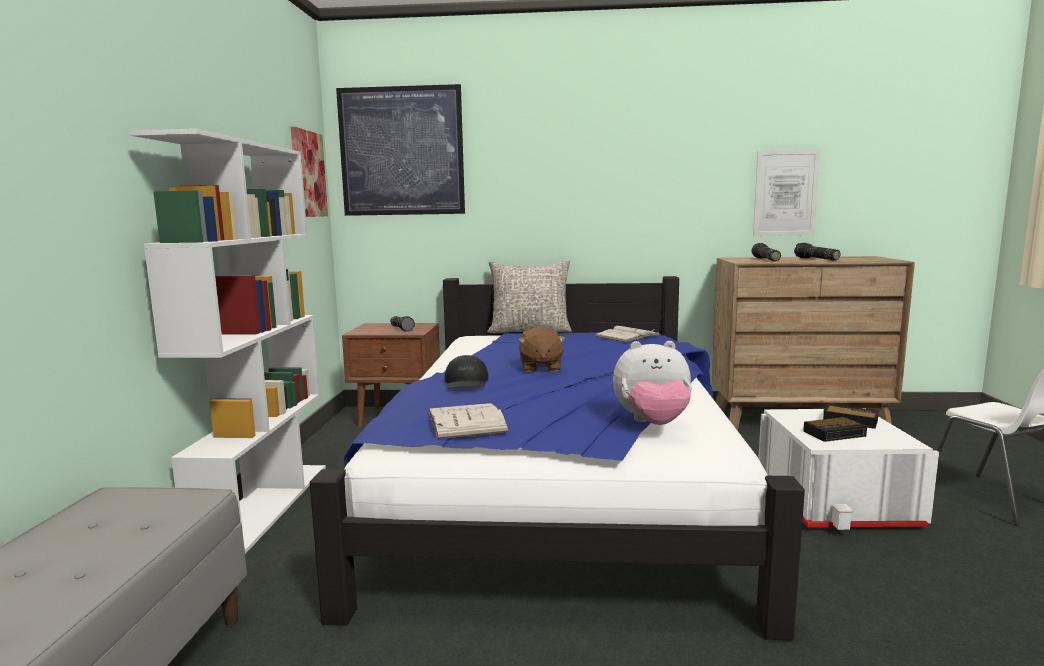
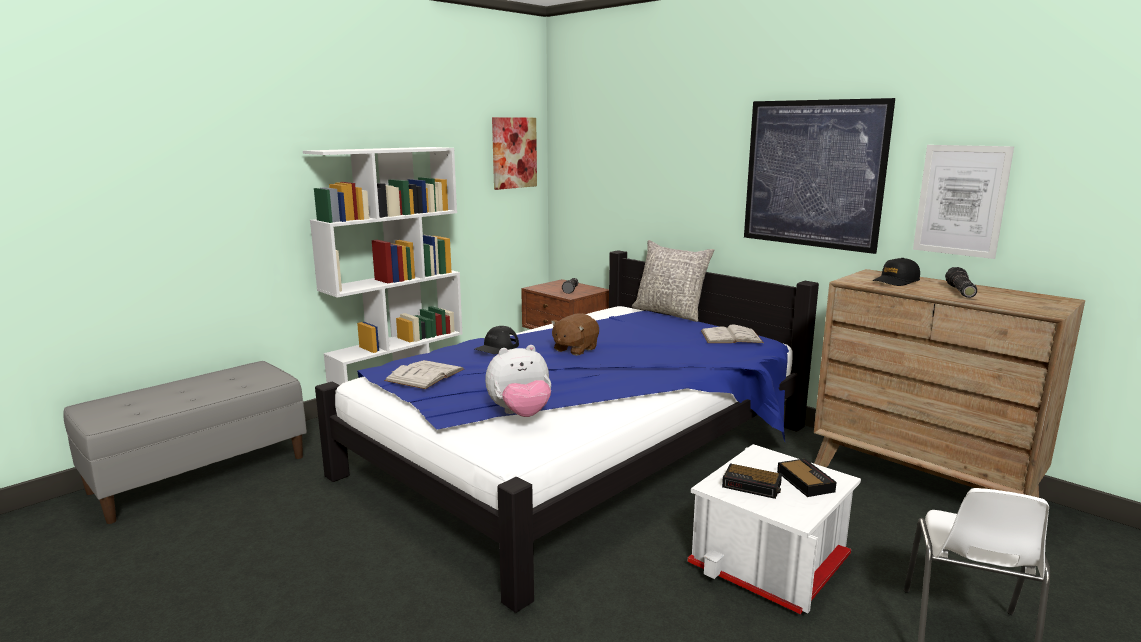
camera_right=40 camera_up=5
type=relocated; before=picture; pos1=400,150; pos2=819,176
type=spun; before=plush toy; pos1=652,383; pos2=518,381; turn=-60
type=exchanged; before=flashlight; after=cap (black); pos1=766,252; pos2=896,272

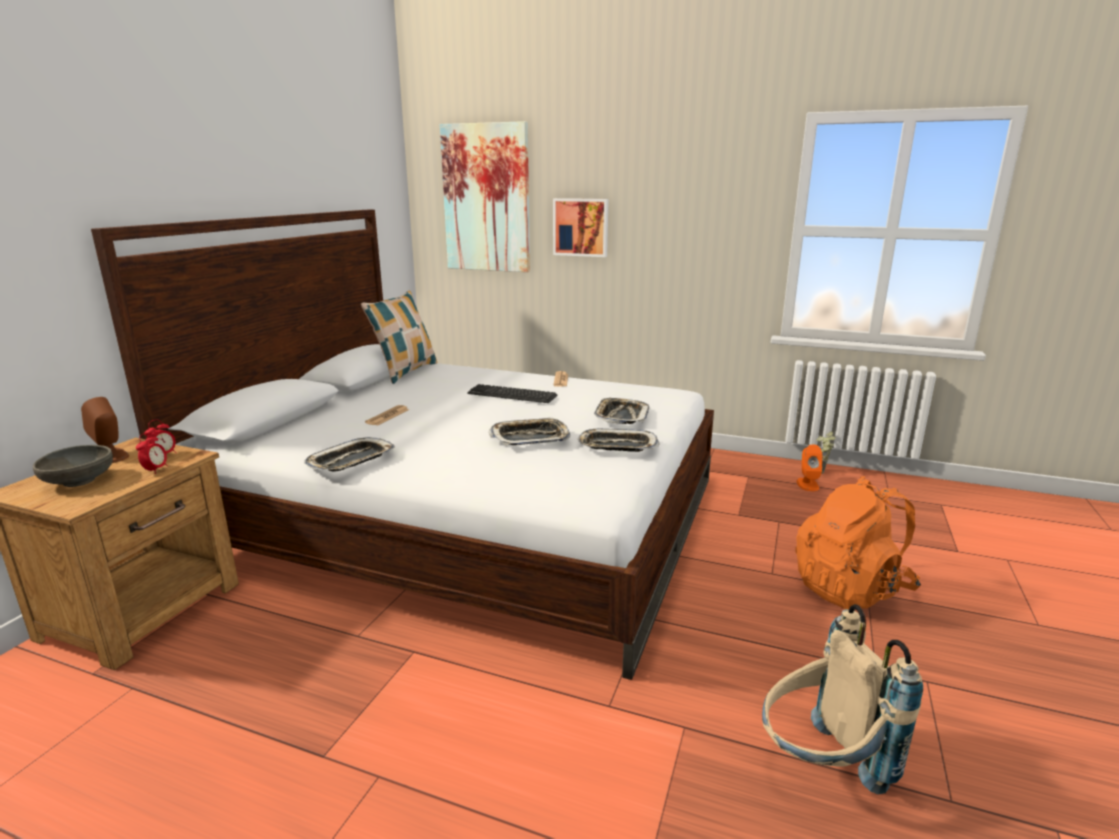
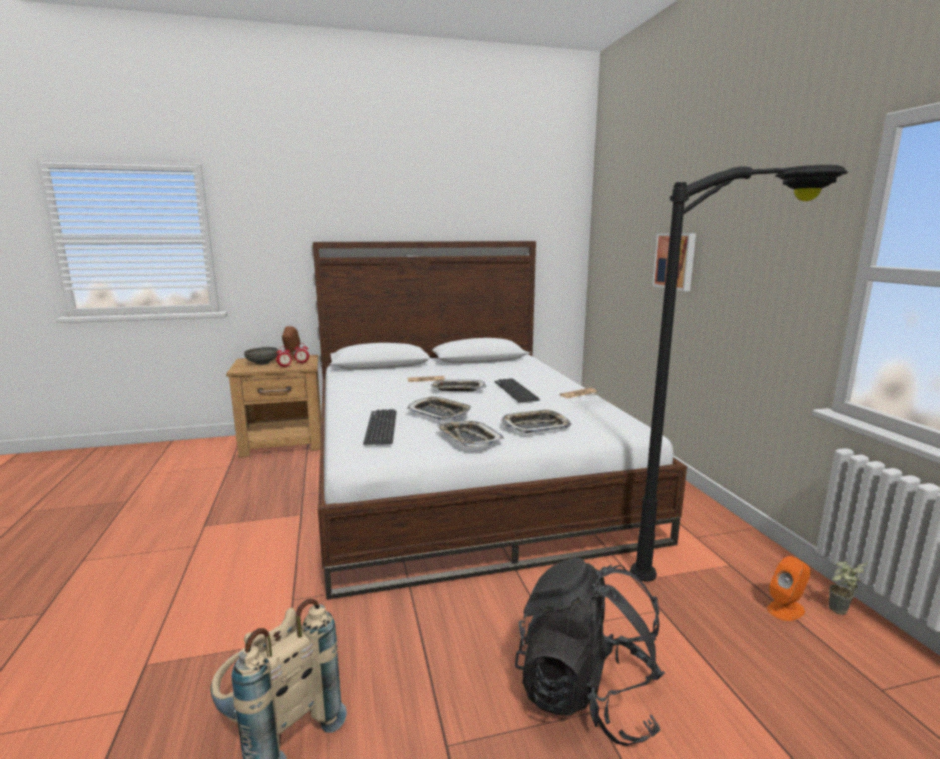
camera_right=55 camera_up=-5
type=relocated; before=tray; pos1=349,454; pos2=458,386
type=missing; before=pillow; pos1=399,337
type=missing; before=picture; pos1=485,196
type=colour; before=backpack (orange); after=backpack (black); pos1=858,542; pos2=590,652
type=appeared; after=keyboard; pos2=380,427
type=appeared; after=floor lamp (black); pos2=739,373

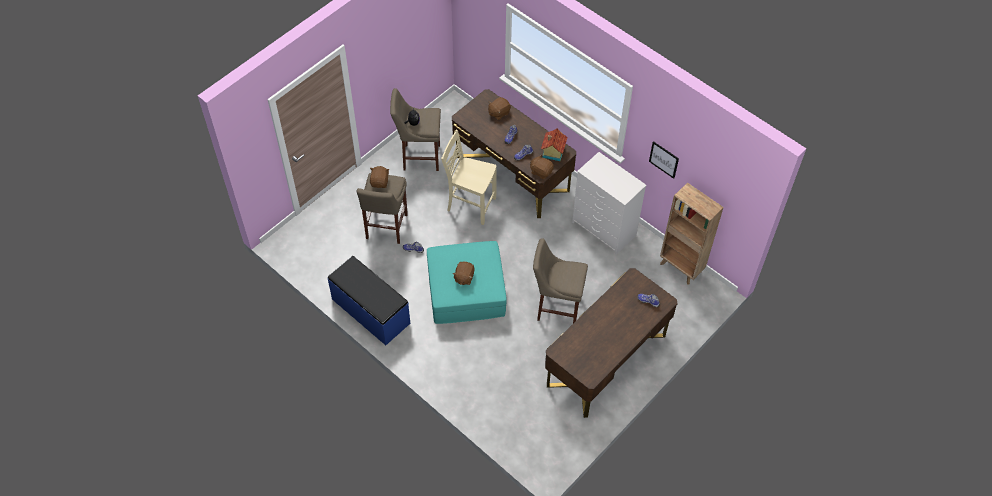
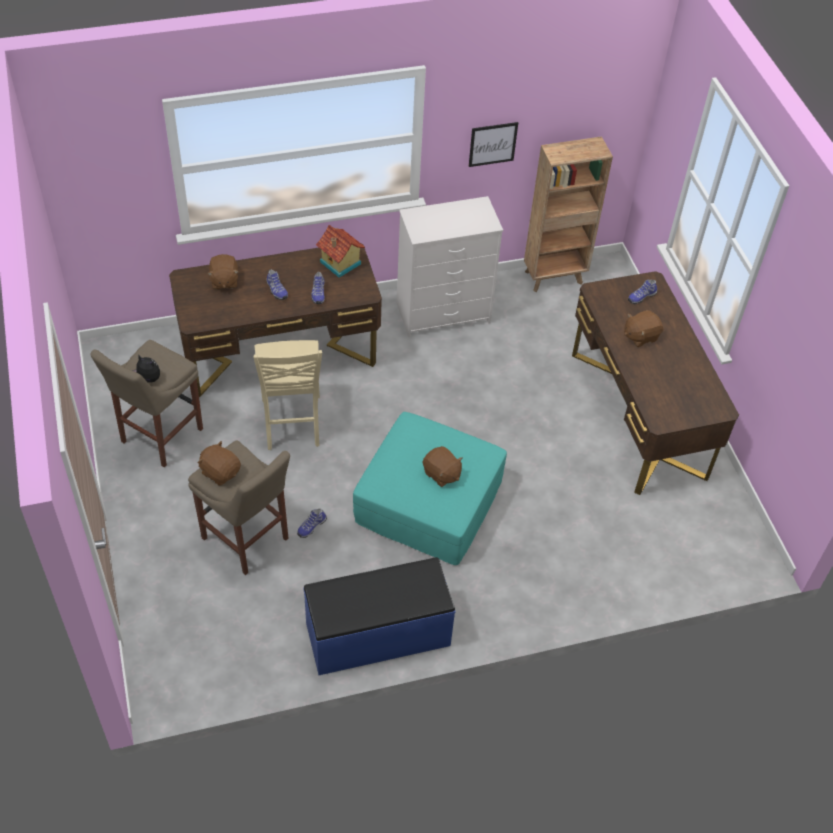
camera_right=-60 camera_up=-5
type=spun; before=chair (beige); pos1=468,177; pos2=287,395; turn=-60
type=relocated; before=plush toy (brown); pos1=542,166; pos2=643,328
type=missing; before=stool (beige); pos1=560,280

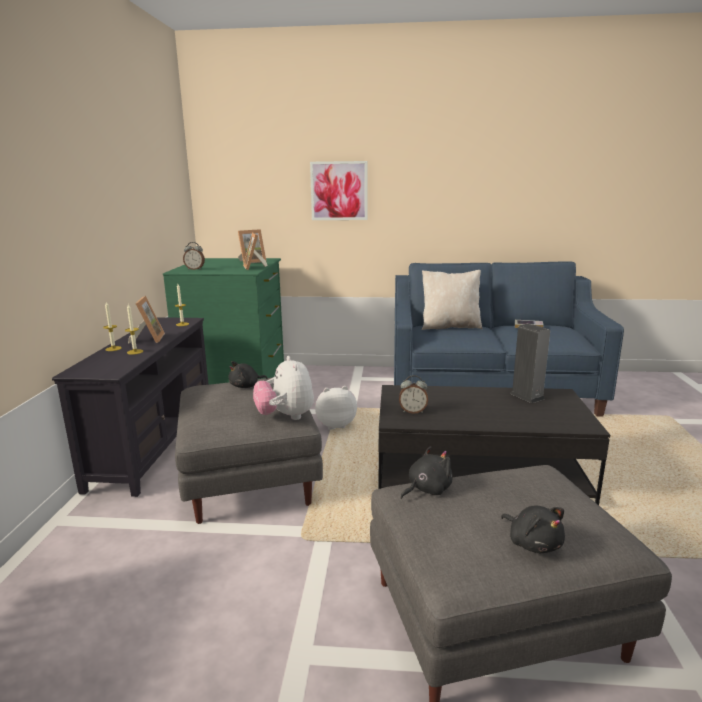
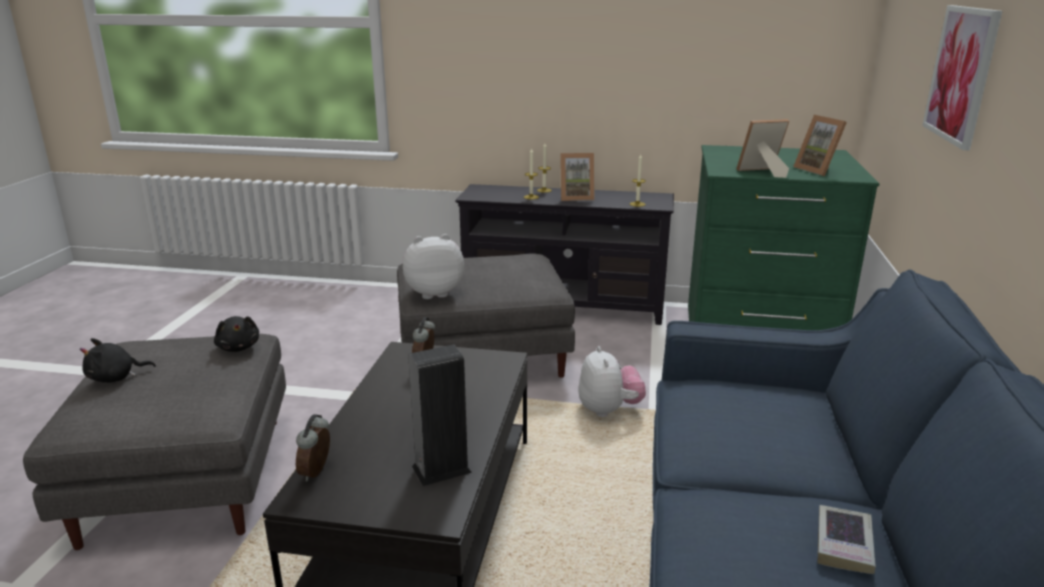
camera_right=95 camera_up=5
type=relocated; before=alarm clock; pos1=194,256; pos2=313,448
type=missing; before=plush toy (black); pos1=248,374
type=missing; before=pillow (beige); pos1=452,300

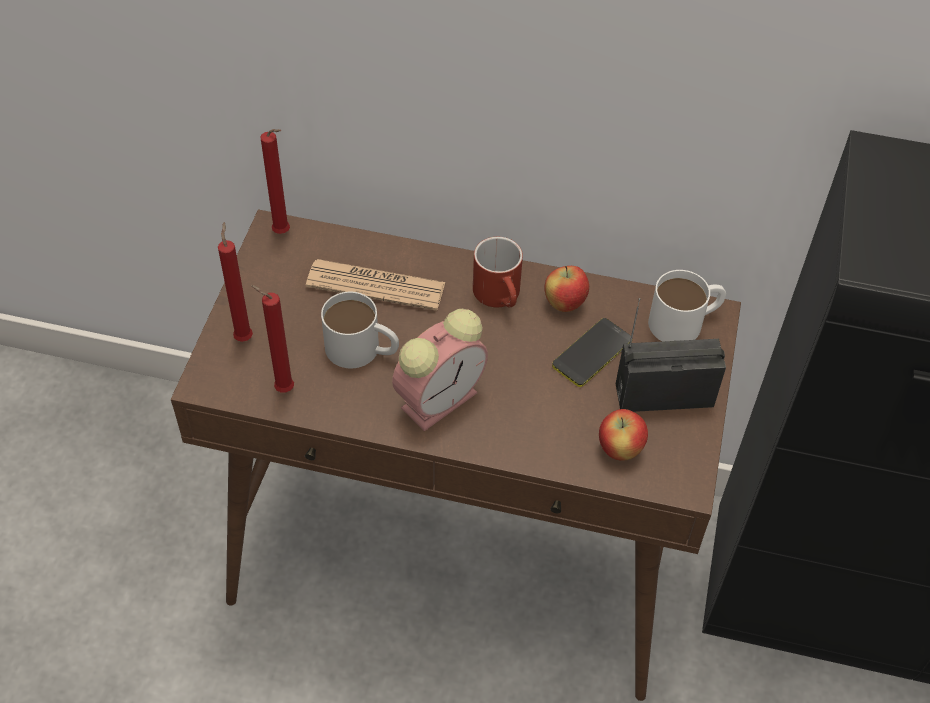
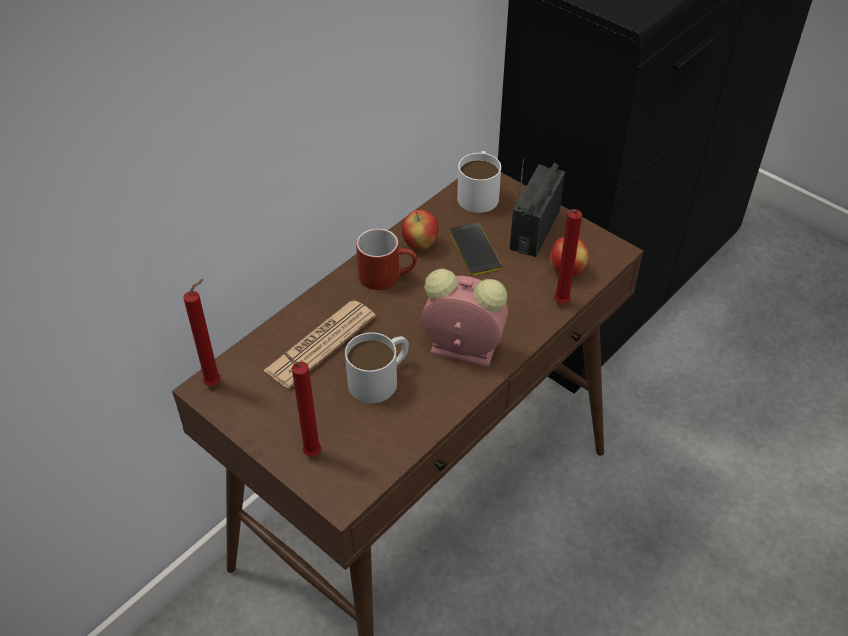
camera_right=-60 camera_up=-5
type=relocated; before=candle (red); pos1=272,338; pos2=568,256
type=spun; before=alarm clock; pos1=440,370; pos2=464,318; turn=-60

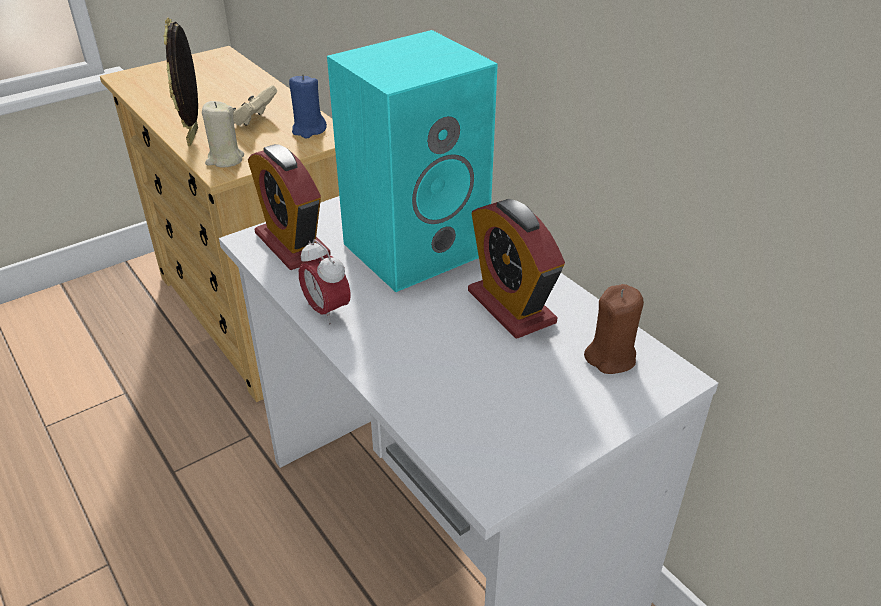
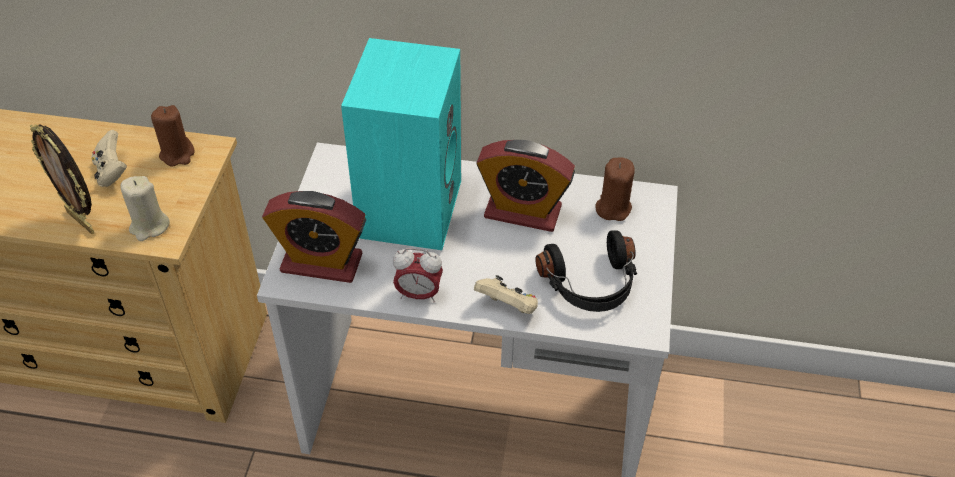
camera_right=-45 camera_up=10
type=colour; before=candle (blue); after=candle (brown); pos1=308,106; pos2=173,136
type=appeared; after=game controller (beige); pos2=506,294
type=appeared; after=headphones (black); pos2=586,271

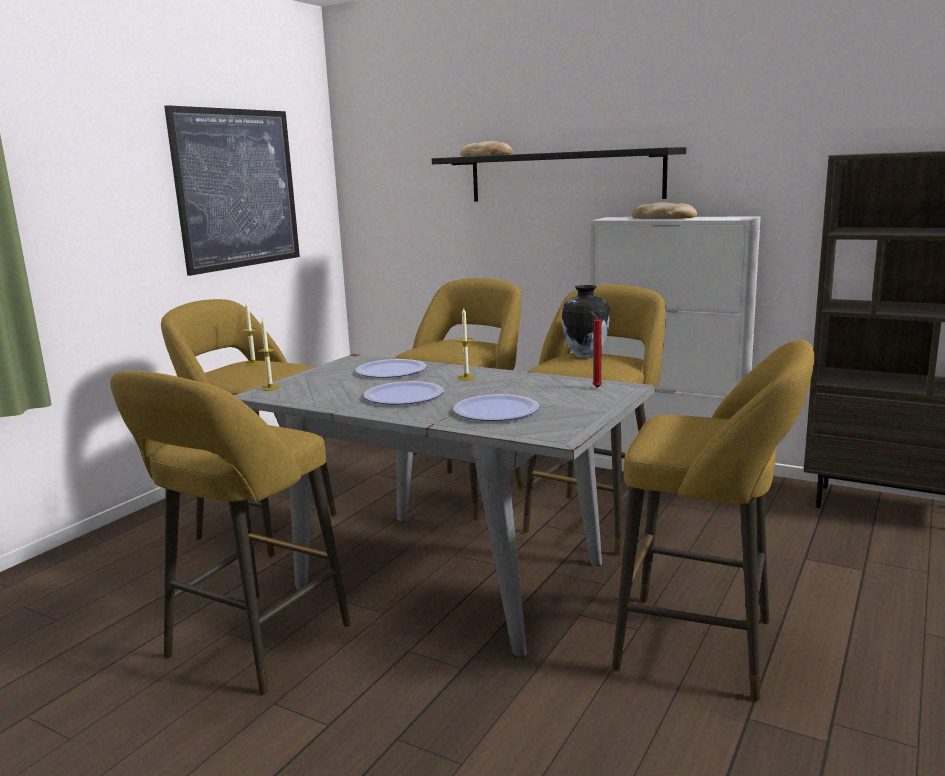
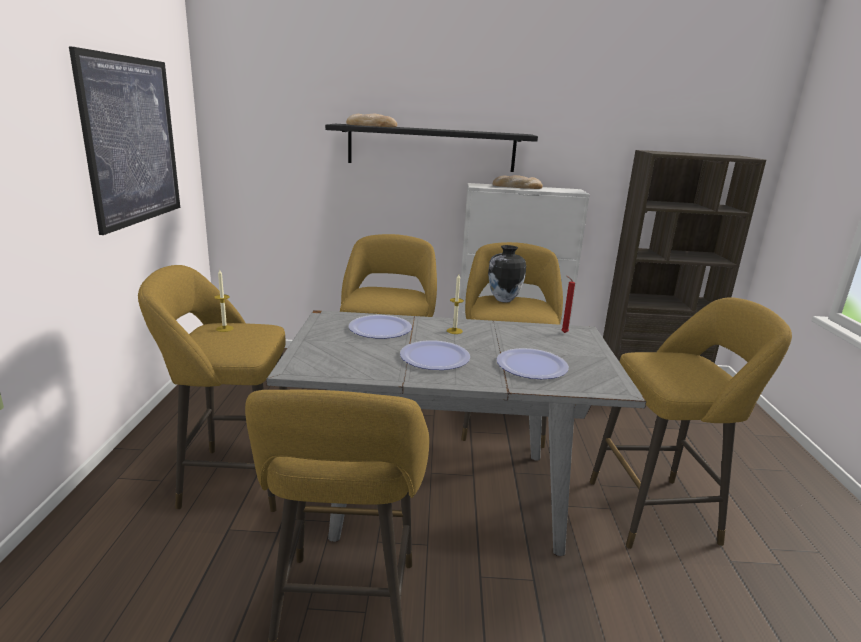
camera_right=-30 camera_up=5
type=missing; before=candle; pos1=269,354

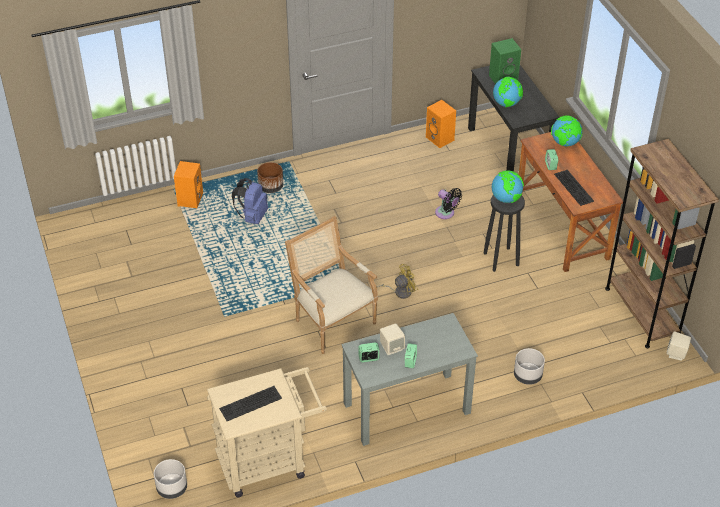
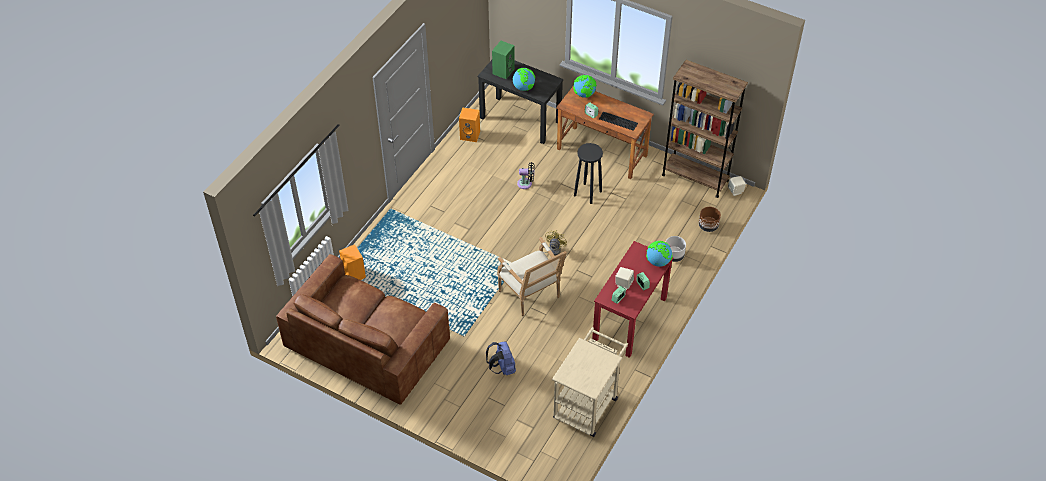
camera_right=-40 camera_up=5
type=missing; before=planter (grey); pos1=170,479
type=missing; before=keyboard; pos1=250,403
type=relocated; before=backpack (blue); pos1=250,201; pos2=501,358
type=relocated; before=planter (brown); pos1=270,177; pos2=710,219
type=spun; before=armchair; pos1=331,285; pos2=532,276; turn=-135
type=colour; before=desk (grey); after=desk (red); pos1=409,379; pos2=632,299
type=relocated; before=globe; pos1=508,186; pos2=659,254
type=appeared; after=sofa (brown); pos2=363,329

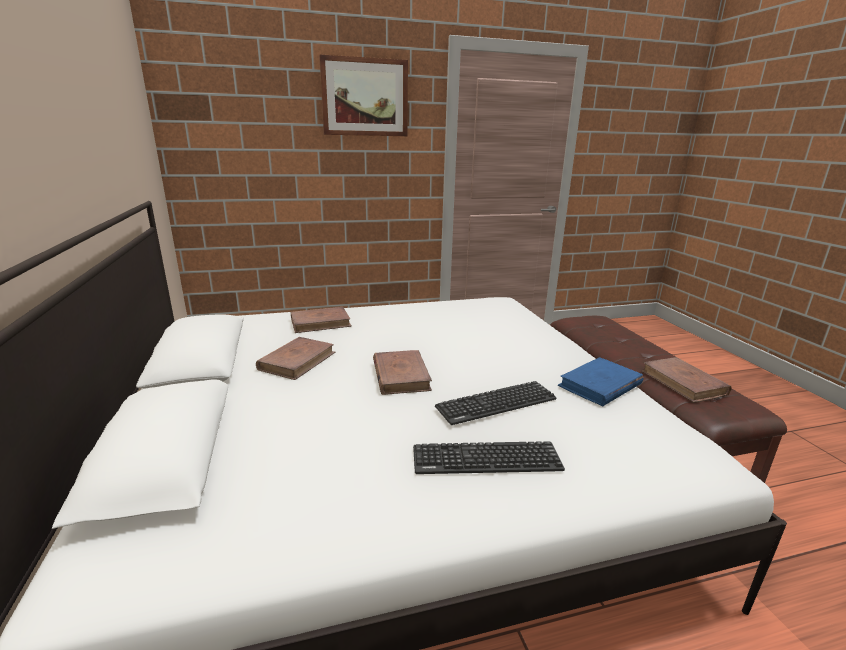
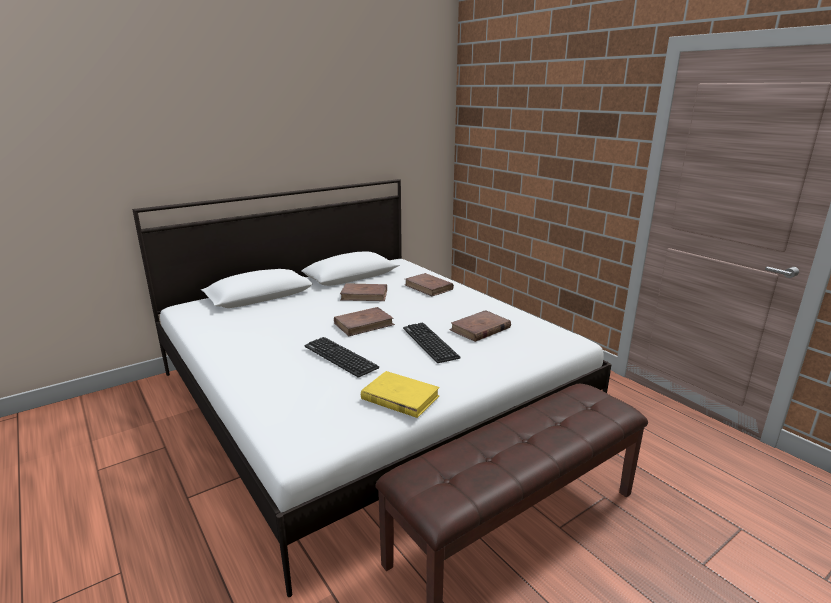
camera_right=70 camera_up=0
type=missing; before=picture; pos1=363,95
type=relocated; before=keyboard; pos1=489,457; pos2=431,343
type=colour; before=book (blue); after=book (yellow); pos1=601,381; pos2=400,394
type=relocated; before=book (brown); pos1=687,380; pos2=480,326

